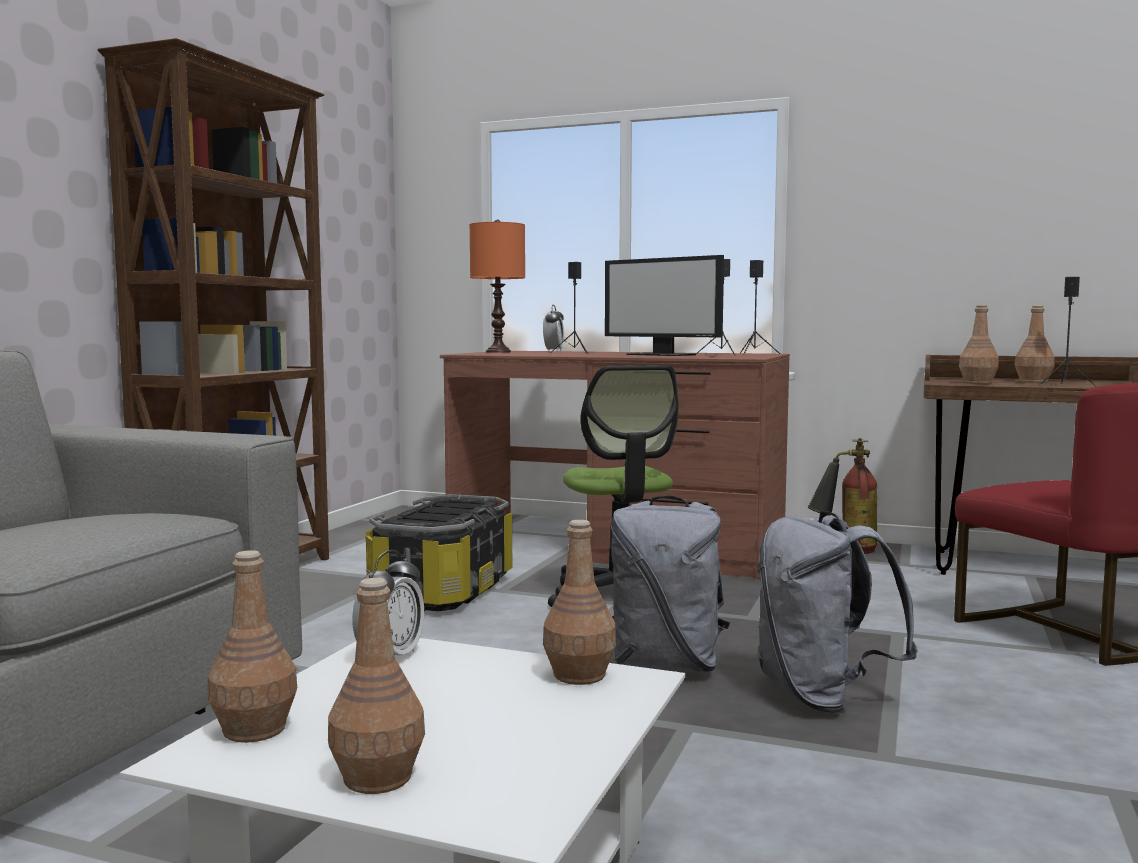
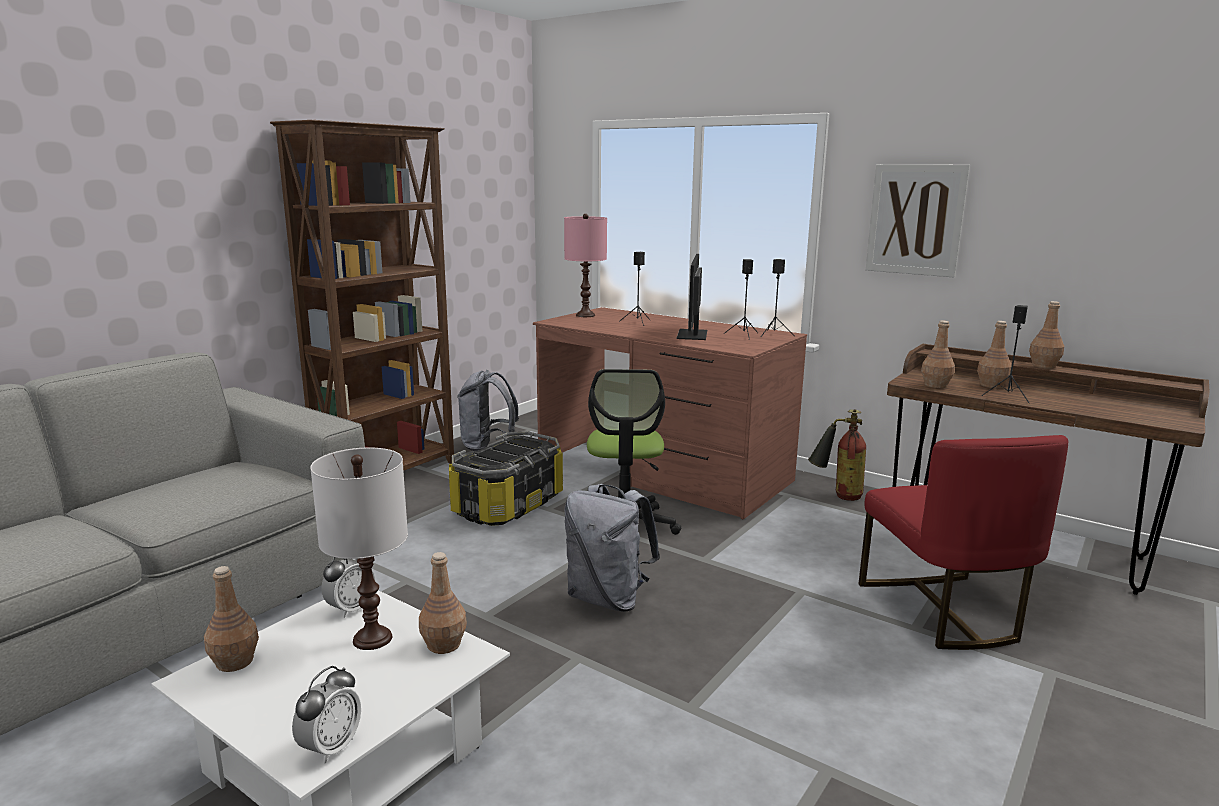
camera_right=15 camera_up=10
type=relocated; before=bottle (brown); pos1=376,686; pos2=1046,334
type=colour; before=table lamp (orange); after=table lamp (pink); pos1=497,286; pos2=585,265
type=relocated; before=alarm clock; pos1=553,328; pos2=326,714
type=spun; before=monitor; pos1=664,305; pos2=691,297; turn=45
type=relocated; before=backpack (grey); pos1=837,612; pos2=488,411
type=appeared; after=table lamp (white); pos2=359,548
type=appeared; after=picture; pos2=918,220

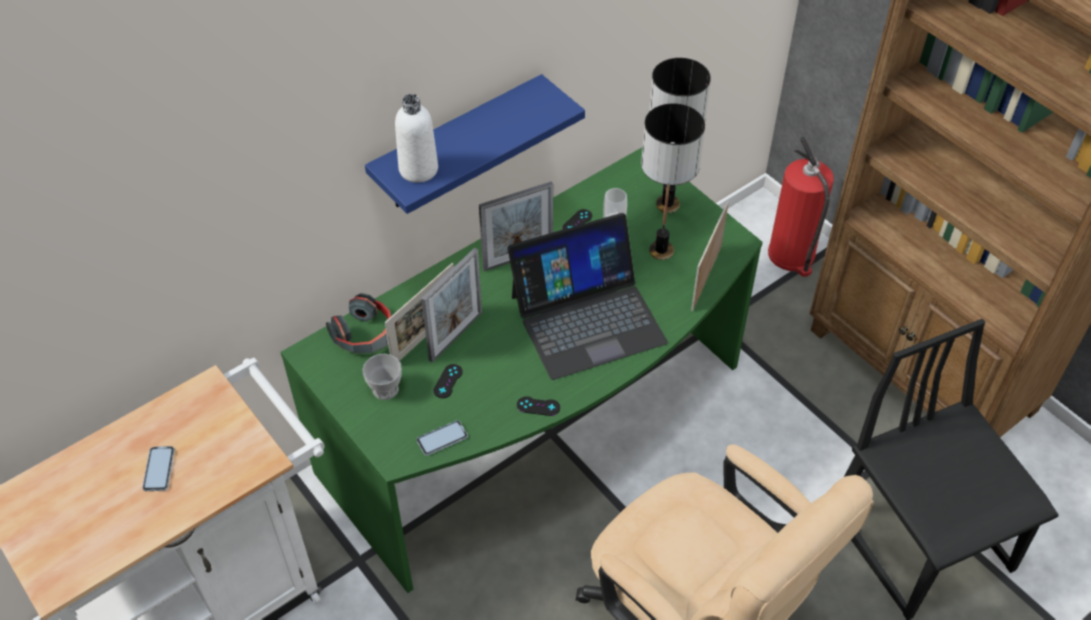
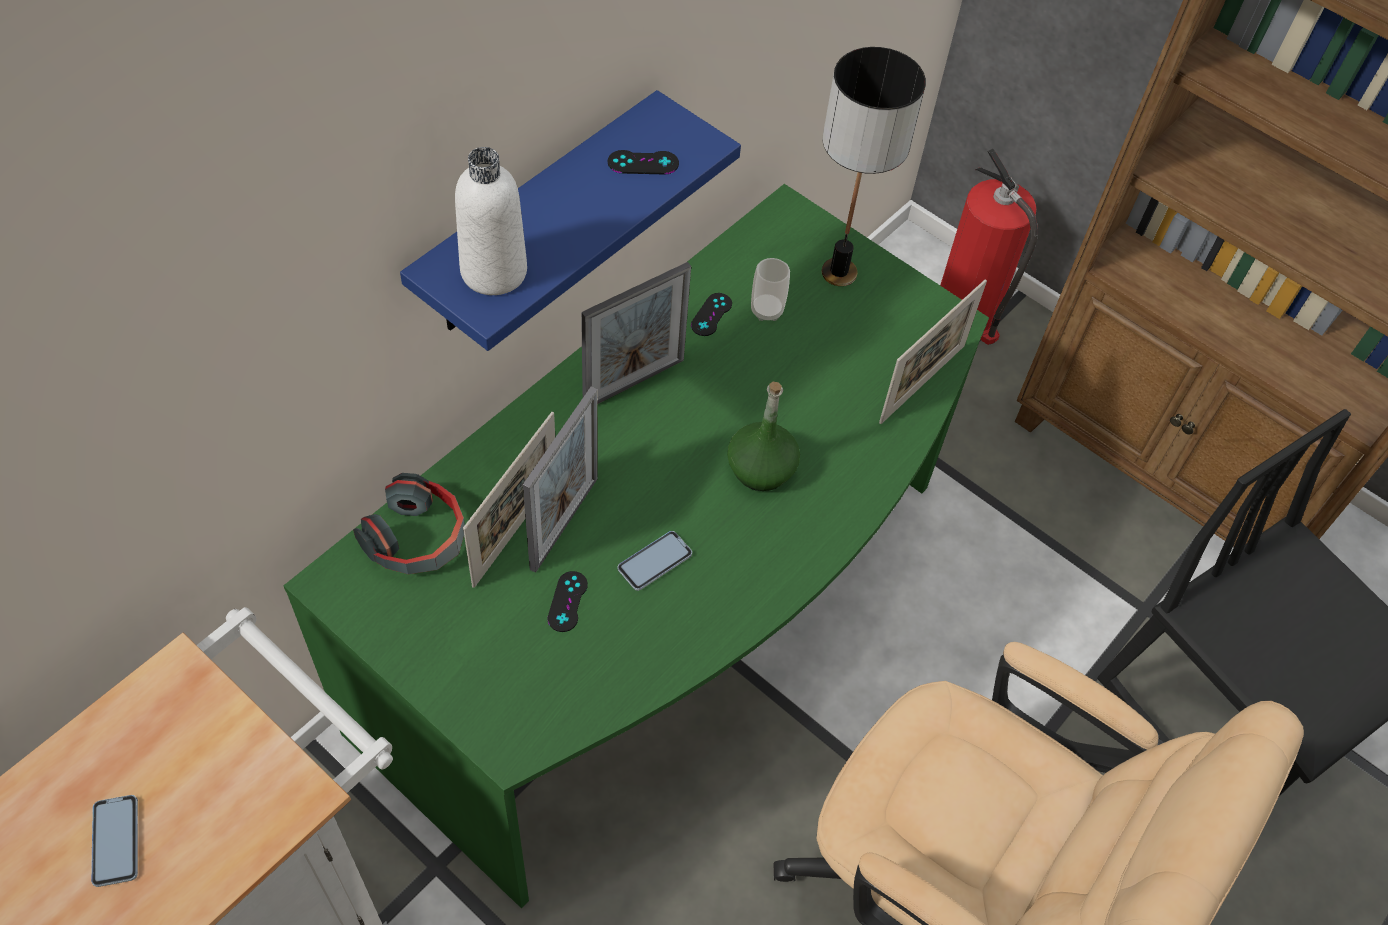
camera_right=-15 camera_up=5
type=missing; before=cup; pos1=382,377
type=relocated; before=phone; pos1=442,438; pos2=655,561
type=exchanged; before=laptop; after=bottle (green); pos1=588,296; pos2=763,436
type=relocated; before=game controller (black); pos1=538,406; pos2=643,162
type=missing; before=table lamp; pos1=673,181
type=spun; before=picture frame; pos1=710,256; pos2=933,352; turn=-150

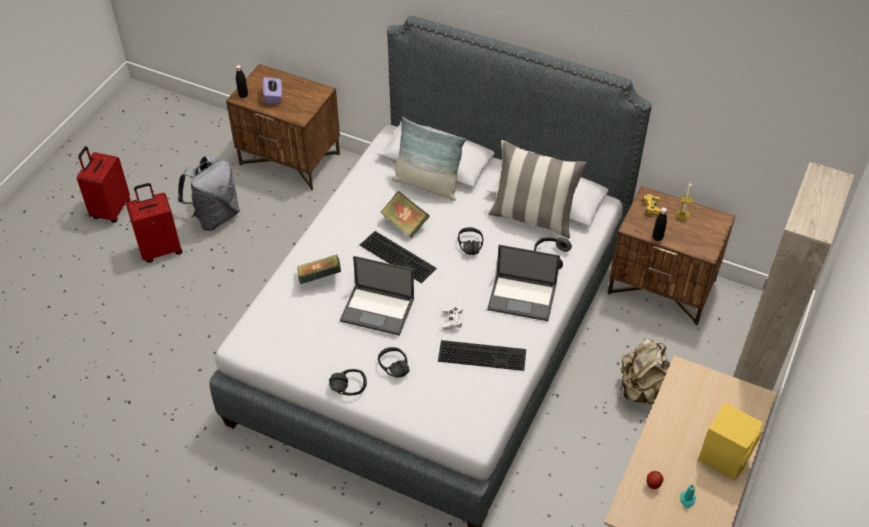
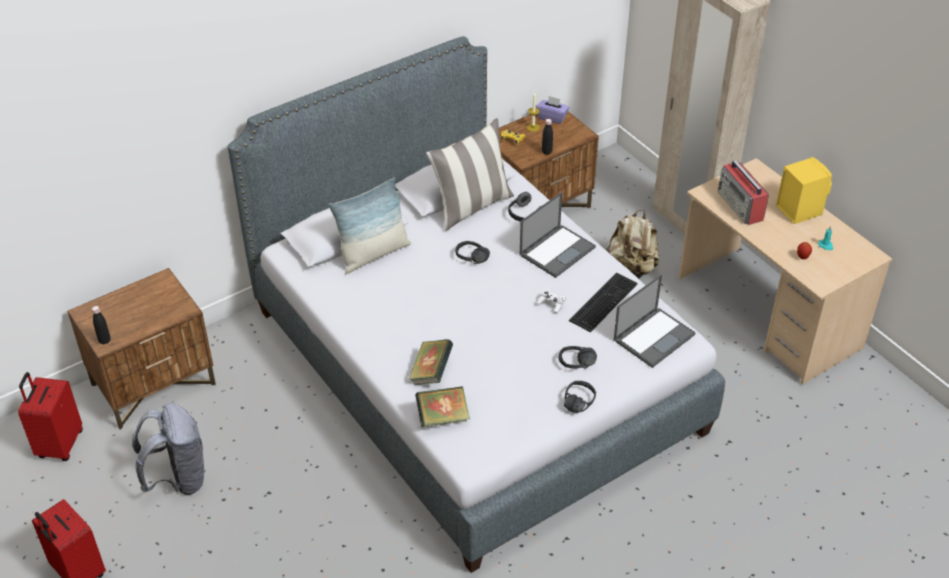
camera_right=-60 camera_up=-5
type=relocated; before=suitcase (red); pos1=154,223; pos2=50,416
type=relocated; before=tissue box (purple); pos1=272,91; pos2=552,110
type=relocated; before=laptop; pos1=377,296; pos2=655,321
type=missing; before=keyboard; pos1=398,257
type=relocated; before=book; pos1=404,214; pos2=442,406
type=appeared; after=radio; pos2=743,192

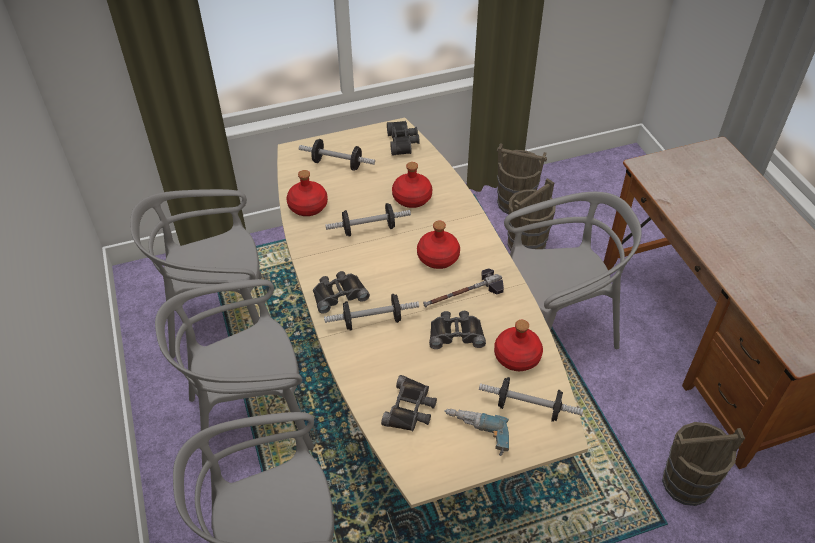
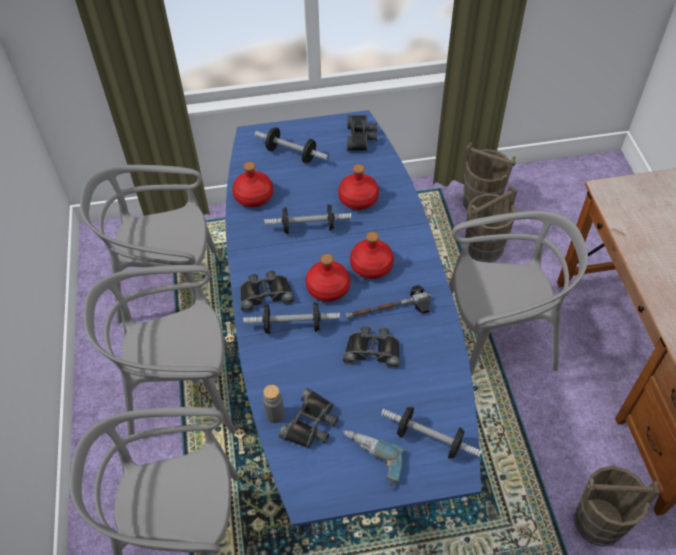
camera_right=10 camera_up=5
type=colour; before=dining table (beige); after=dining table (blue); pos1=432,312; pos2=353,318
type=relocated; before=bottle (red); pos1=518,345; pos2=327,278
type=appeared; after=bottle (grey); pos2=274,404

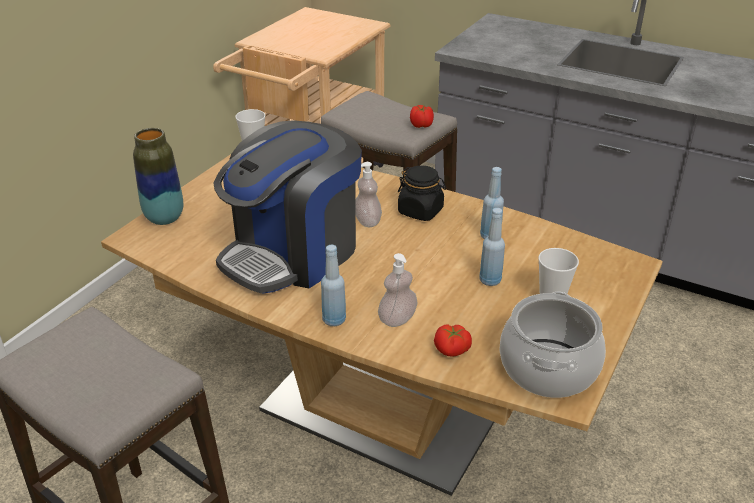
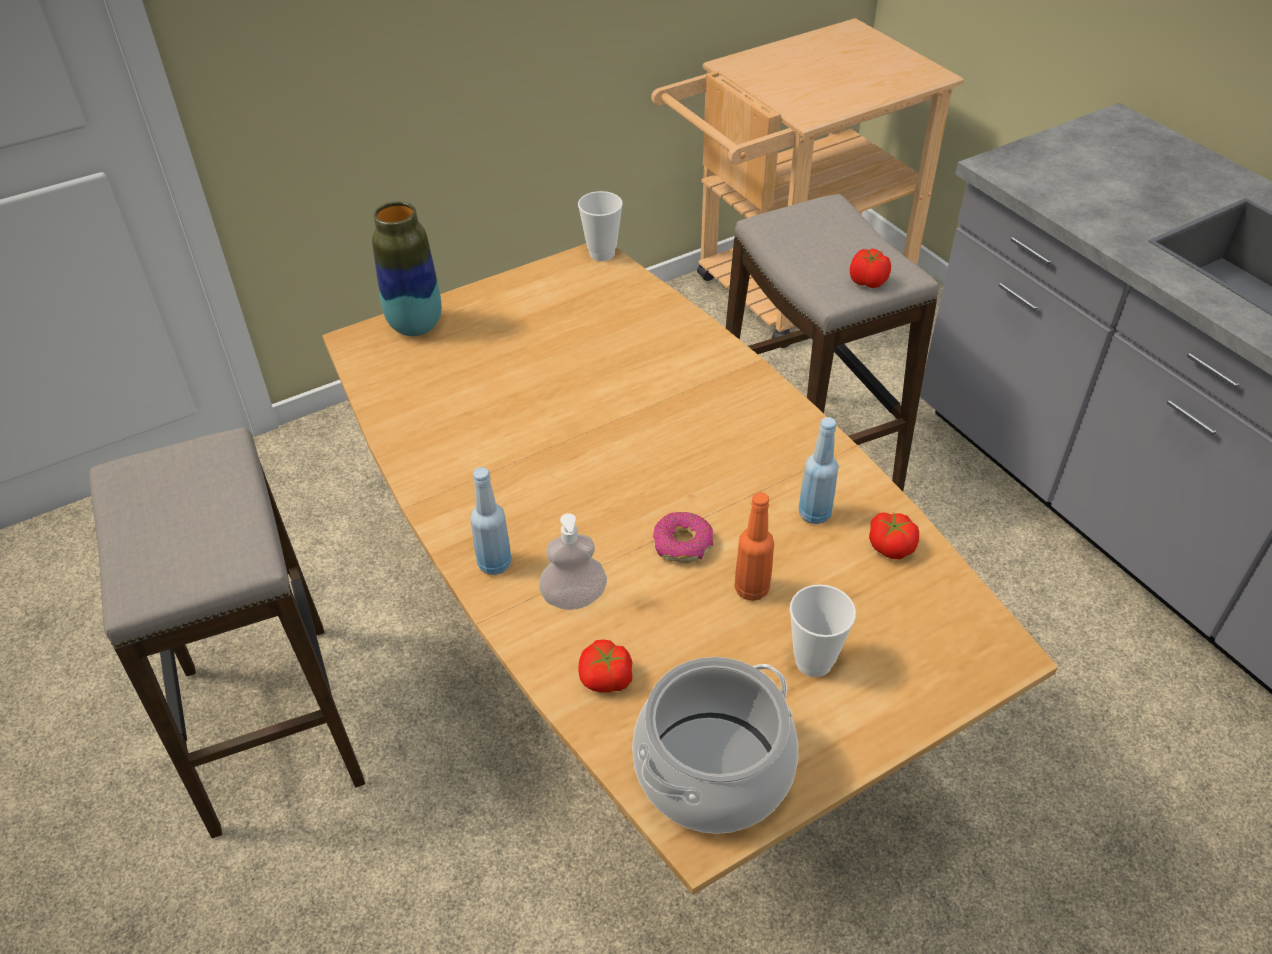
camera_right=30 camera_up=10
type=missing; before=coffee machine; pos1=287,207
type=missing; before=soap dispenser; pos1=369,194
type=missing; before=jar (black); pos1=422,193
type=colour; before=bottle (blue); after=bottle (orange); pos1=492,247; pos2=754,546
type=appeared; after=donut; pos2=683,537
type=appeared; after=tomato; pos2=894,535

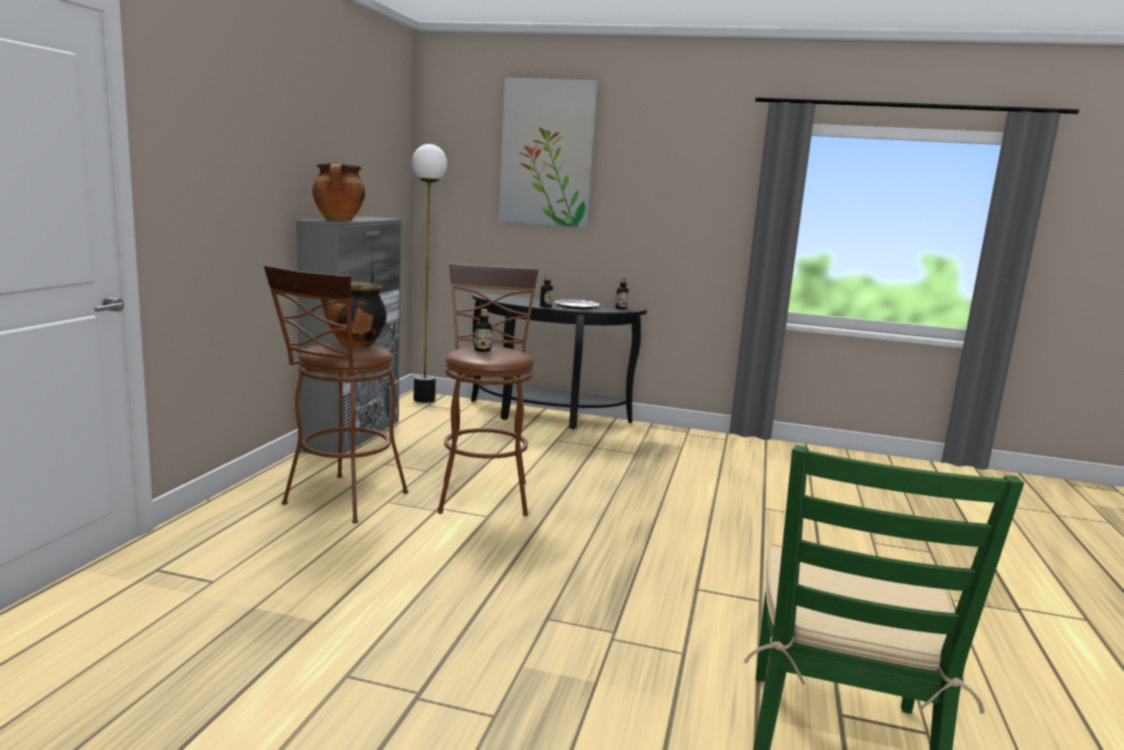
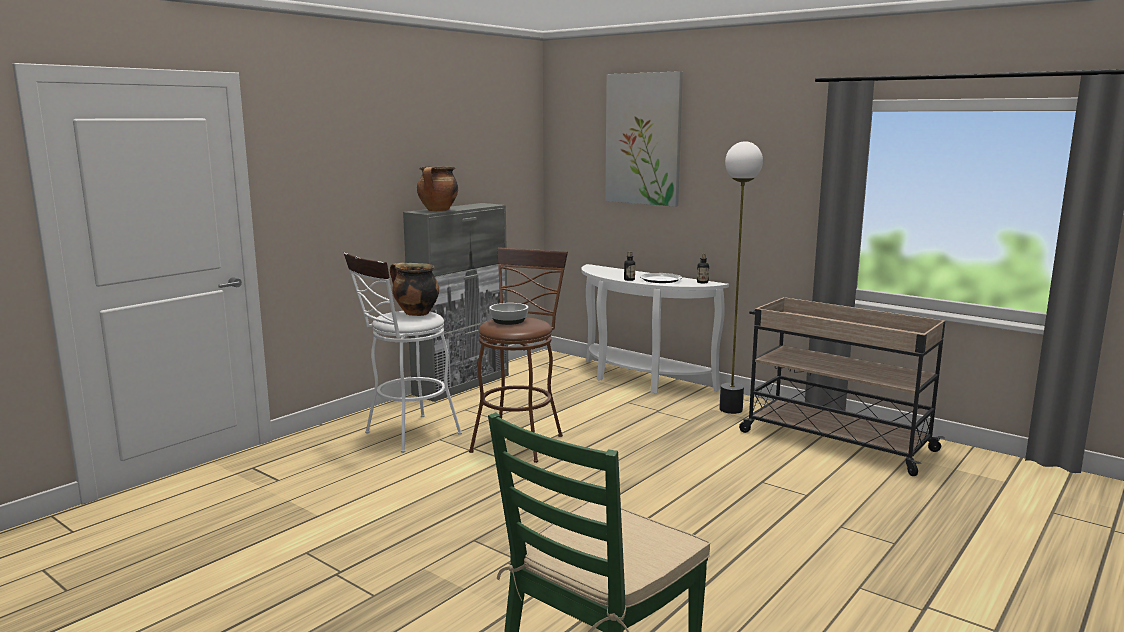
camera_right=25 camera_up=0
type=colour; before=stool (brown); after=stool (white); pos1=336,394; pos2=403,352
type=relocated; before=floor lamp; pos1=429,273; pos2=741,277
type=colour; before=console table (black); after=console table (white); pos1=559,361; pos2=655,329
type=exchanged; before=bottle; after=bowl; pos1=483,330; pos2=508,314
type=appeared; after=cart (beige); pos2=842,386

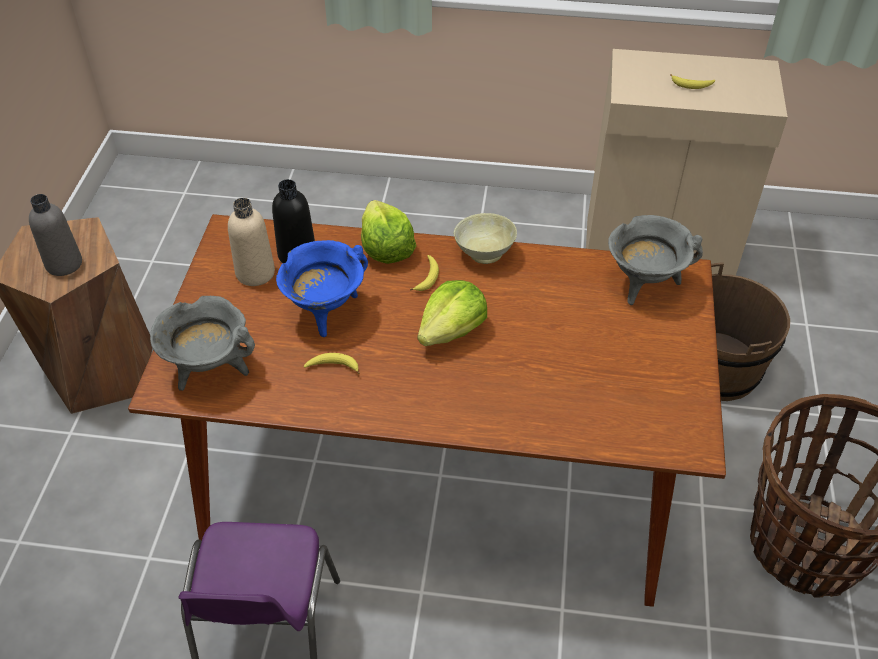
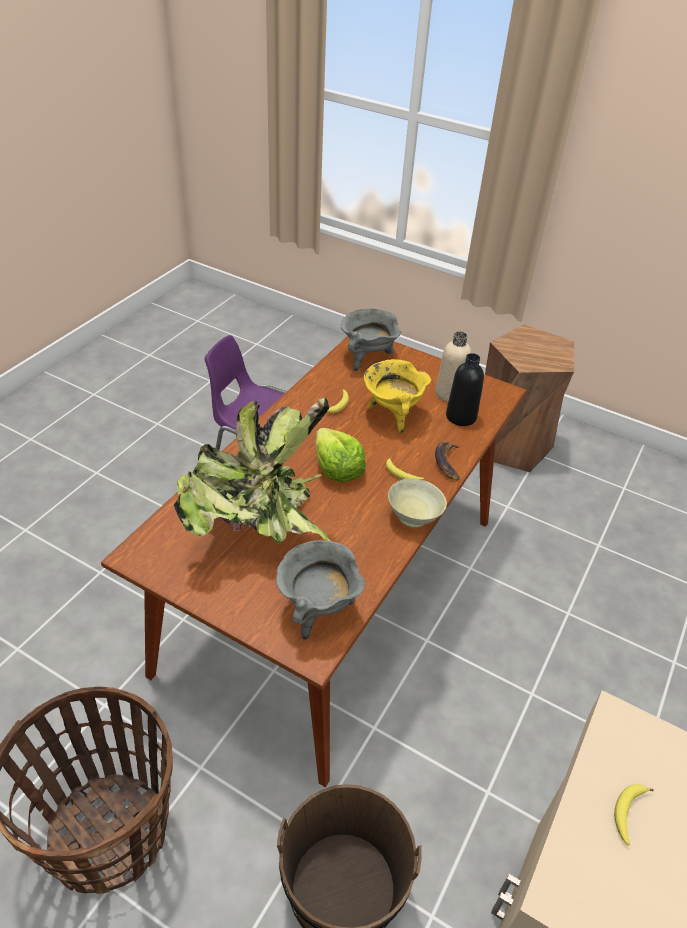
camera_right=110 camera_up=-5
type=missing; before=bottle (grey); pos1=55,235
type=colour; before=cooking pot (blue); after=cooking pot (yellow); pos1=322,288; pos2=397,396
type=exchanged; before=lettuce; after=banana; pos1=388,232; pos2=447,461
type=appeared; after=potted plant; pos2=252,470

